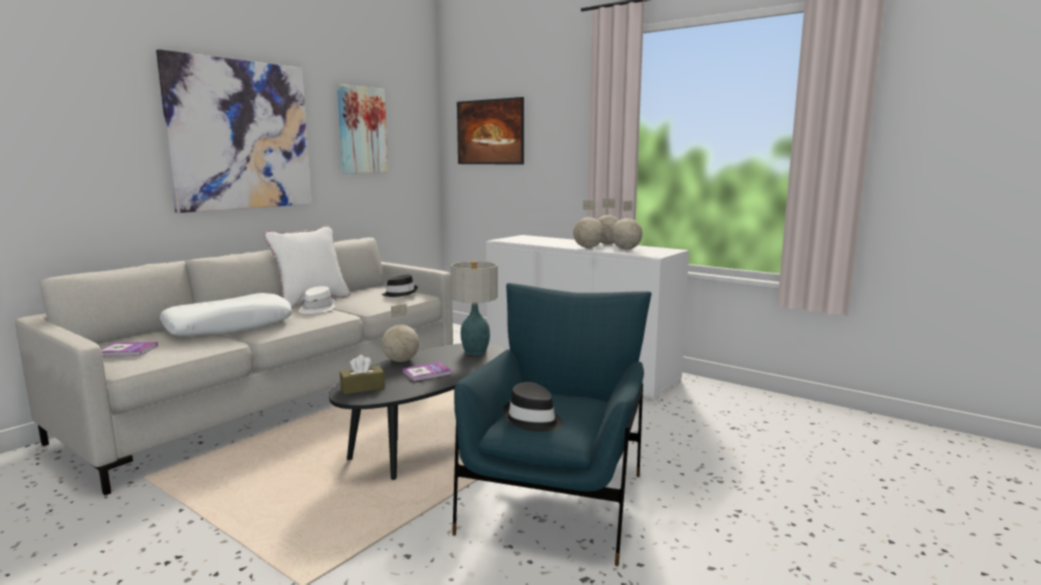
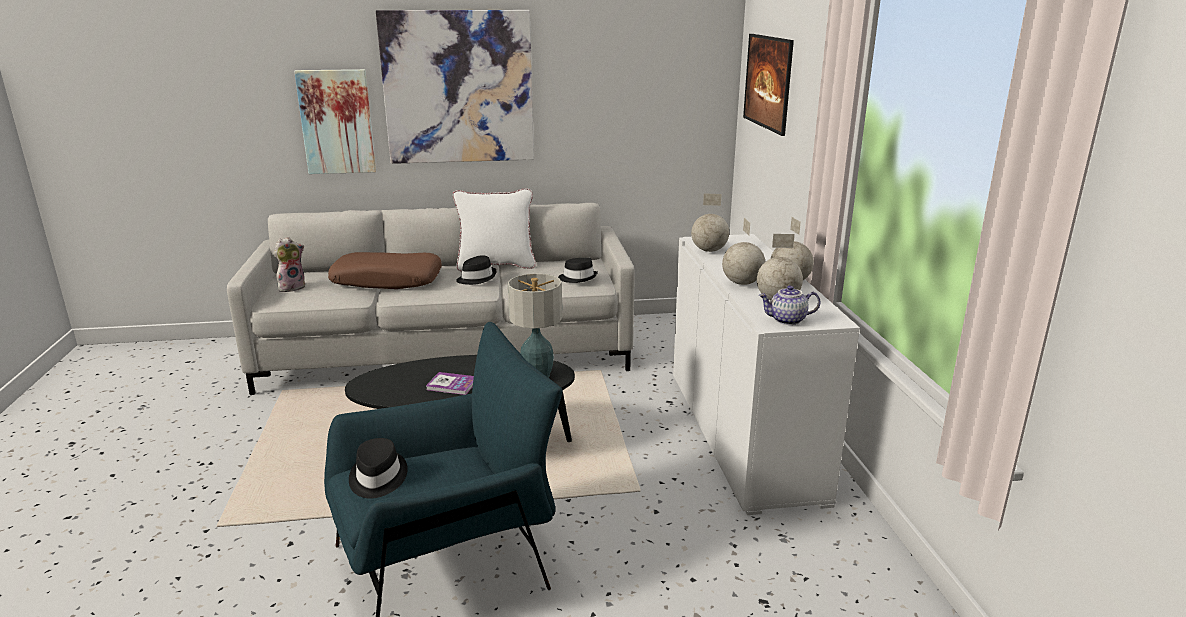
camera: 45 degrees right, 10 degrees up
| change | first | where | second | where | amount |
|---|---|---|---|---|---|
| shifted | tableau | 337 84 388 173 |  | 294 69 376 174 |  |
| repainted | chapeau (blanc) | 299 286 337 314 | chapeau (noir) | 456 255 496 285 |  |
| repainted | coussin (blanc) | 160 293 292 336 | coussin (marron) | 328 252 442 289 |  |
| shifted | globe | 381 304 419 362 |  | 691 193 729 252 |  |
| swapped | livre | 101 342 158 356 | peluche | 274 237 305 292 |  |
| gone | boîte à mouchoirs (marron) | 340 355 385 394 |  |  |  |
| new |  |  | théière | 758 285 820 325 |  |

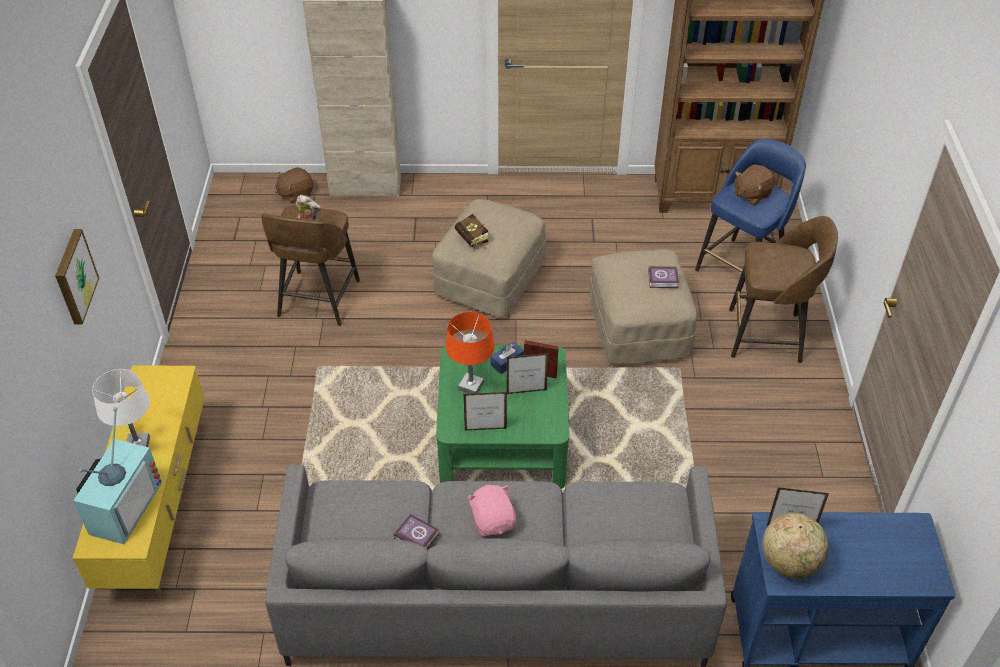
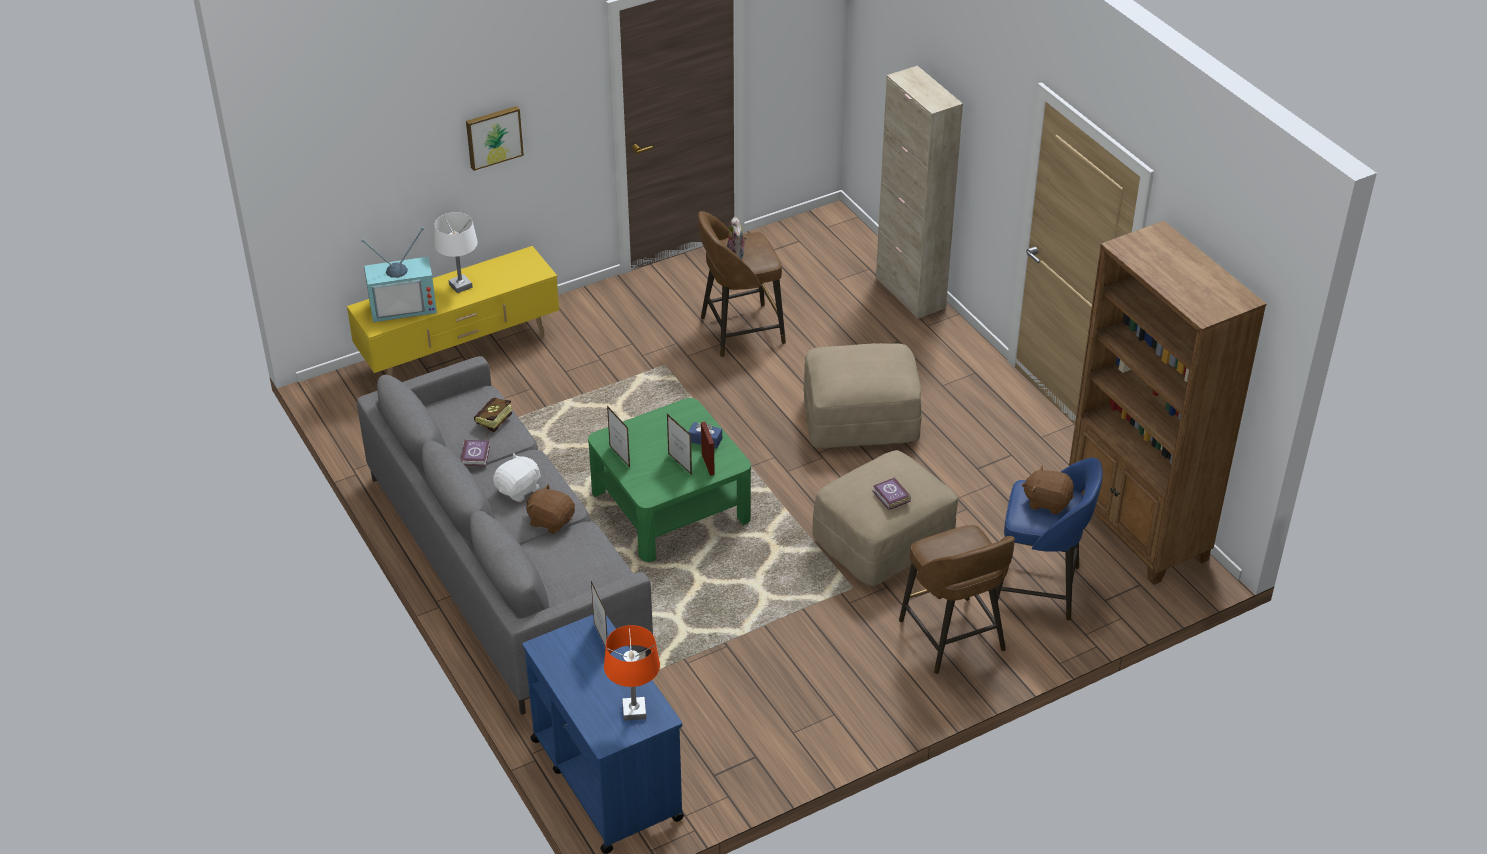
camera: 60 degrees right, 5 degrees down
| change | first | where | second | where | amount |
|---|---|---|---|---|---|
| shifted | peluche (marron) | 275 167 313 203 |  | 526 484 575 534 |  |
| shifted | livre | 455 214 488 250 |  | 474 398 512 438 |  |
| shifted | lampe de table (orange) | 446 312 495 394 |  | 604 625 660 721 |  |
| repainted | peluche (rose) | 467 485 516 536 | peluche (blanc) | 493 453 541 502 |  |
| gone | globe | 762 513 829 578 |  |  |  |

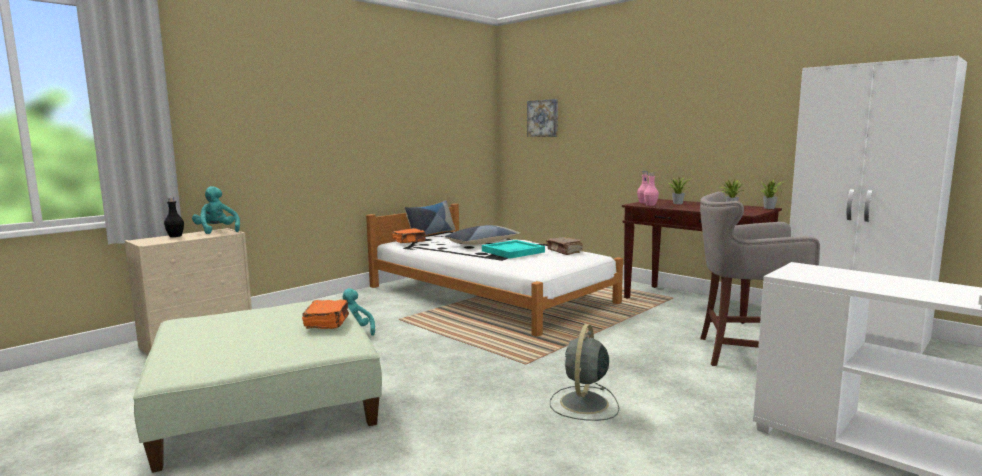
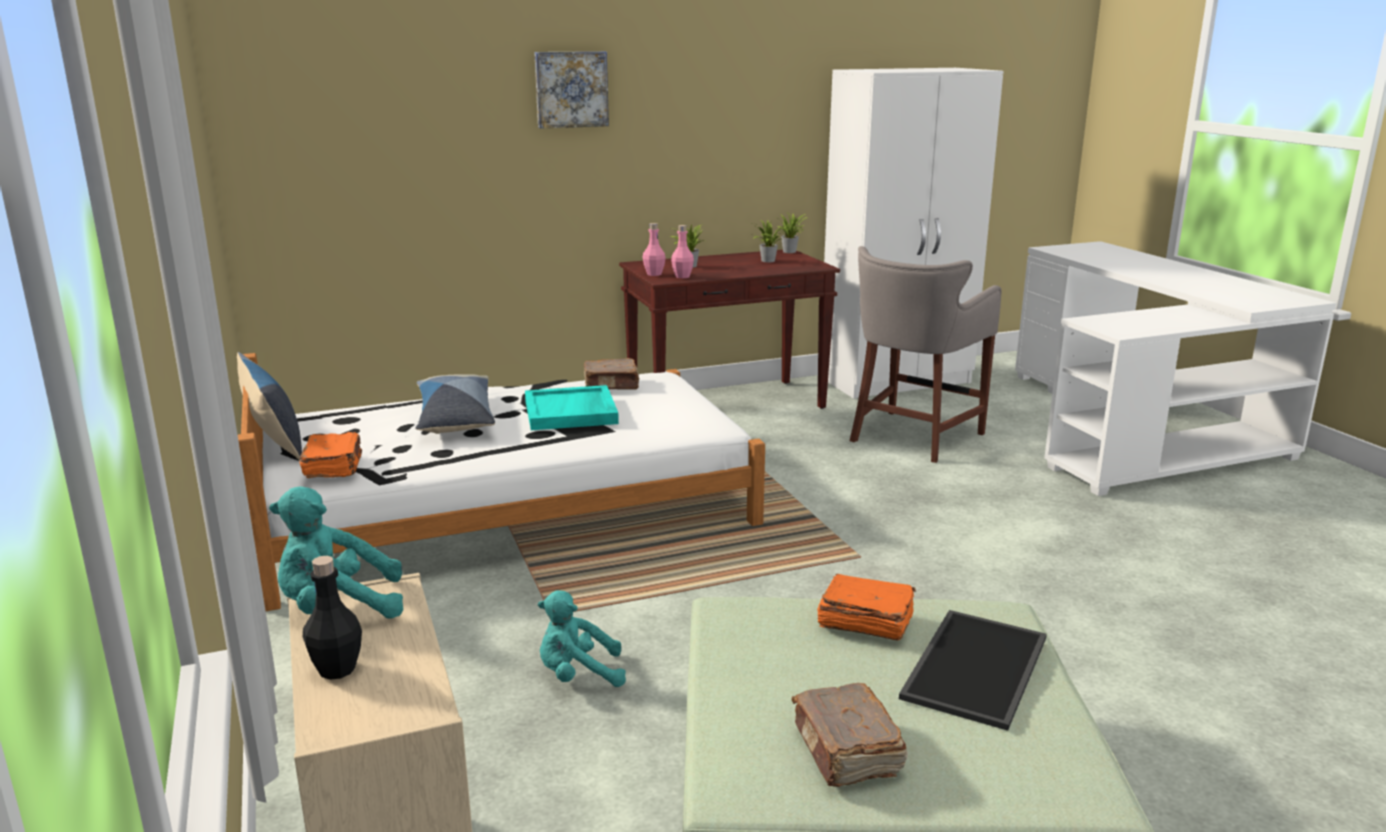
camera: 65 degrees left, 10 degrees up
| change | first | where | second | where | amount |
|---|---|---|---|---|---|
| shifted | tableau | 527 99 558 137 |  | 534 51 609 129 |  |
| gone | ventilateur (gris) | 550 324 619 421 |  |  |  |
| new |  |  | plateau | 899 610 1047 731 |  |
| new |  |  | livre (marron) | 792 683 908 787 |  |

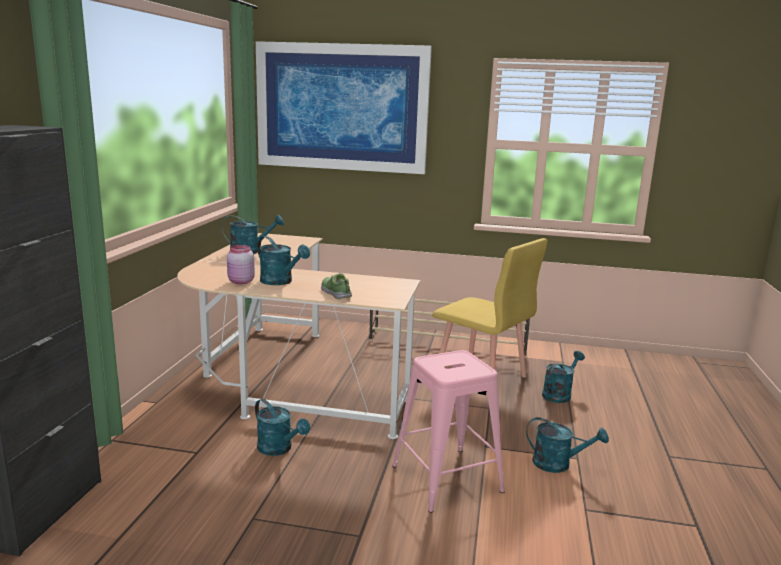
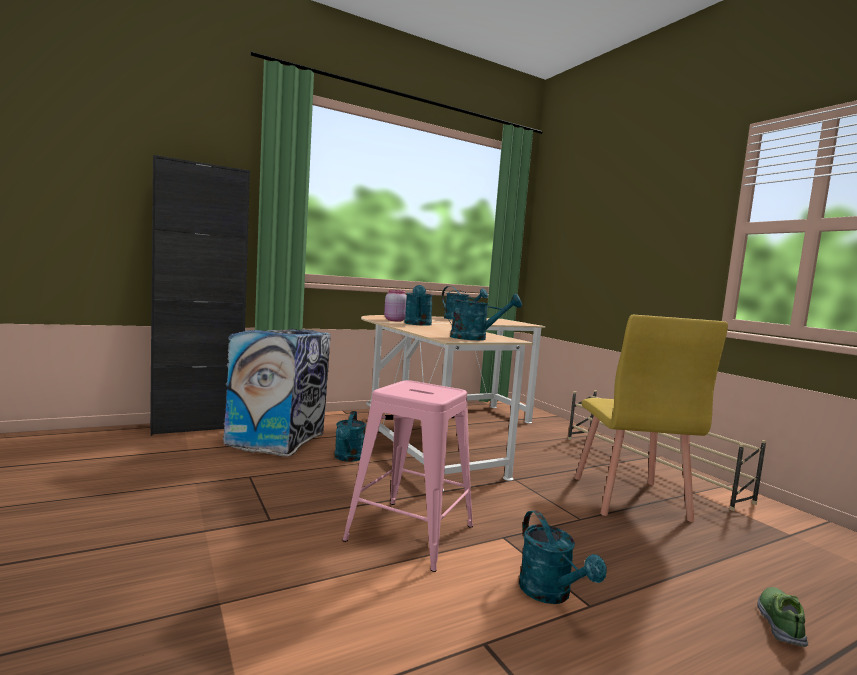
camera: 50 degrees right, 10 degrees down
| change | first | where | second | where | amount |
|---|---|---|---|---|---|
| gone | tableau | 256 41 432 174 |  |  |  |
| shifted | chaussure | 321 273 352 299 |  | 757 587 808 647 |  |
| shifted | arrosoir (turquoise) | 542 351 585 403 |  | 444 290 522 340 |  |
| new |  |  | poubelle | 223 329 331 457 |  |

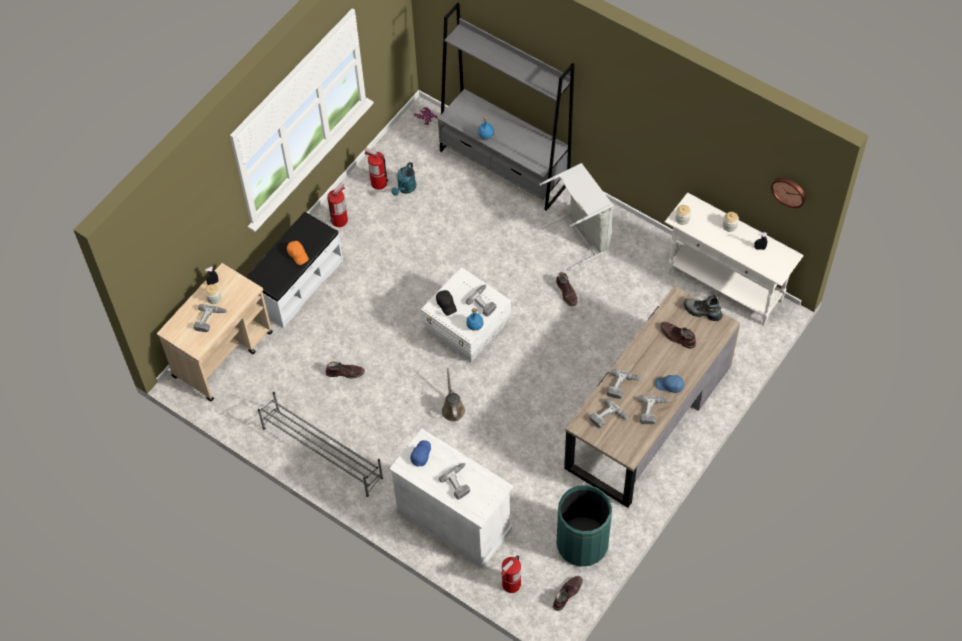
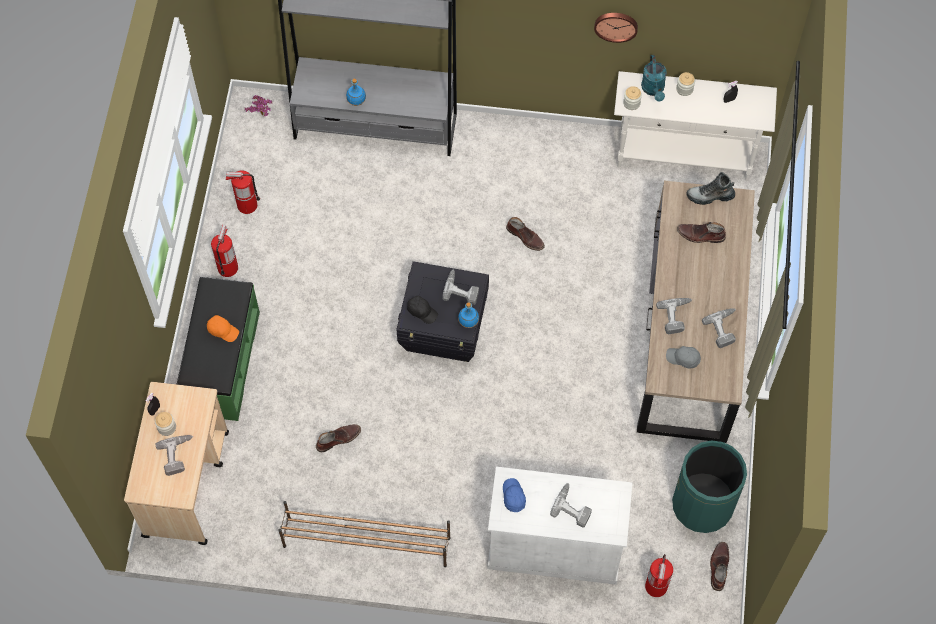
camera: 30 degrees left, 5 degrees up
| change | first | where | second | where | amount |
|---|---|---|---|---|---|
| shifted | arrosoir (turquoise) | 391 162 416 196 |  | 641 55 667 102 |  |
| gone | panier à linge (gris) | 539 163 614 270 |  |  |  |
| shifted | horloge murale | 771 178 806 208 |  | 594 13 638 43 |  |
| repainted | banc (blanc) | 245 212 343 328 | banc (vert) | 177 277 260 421 |  |
| repainted | boîte de rangement (blanc) | 421 267 511 362 | boîte de rangement (noir) | 396 261 489 362 |  |
| gone | arrosoir (marron) | 442 368 465 421 |  |  |  |
| gone | casquette (bleu) | 655 375 685 393 |  |  |  |
| repainted | étagère à chaussures (gris) | 258 392 383 497 | étagère à chaussures (marron) | 278 501 451 567 |  |
| swapped | perceuse | 589 398 628 428 | casquette (gris) | 666 346 701 369 |  |

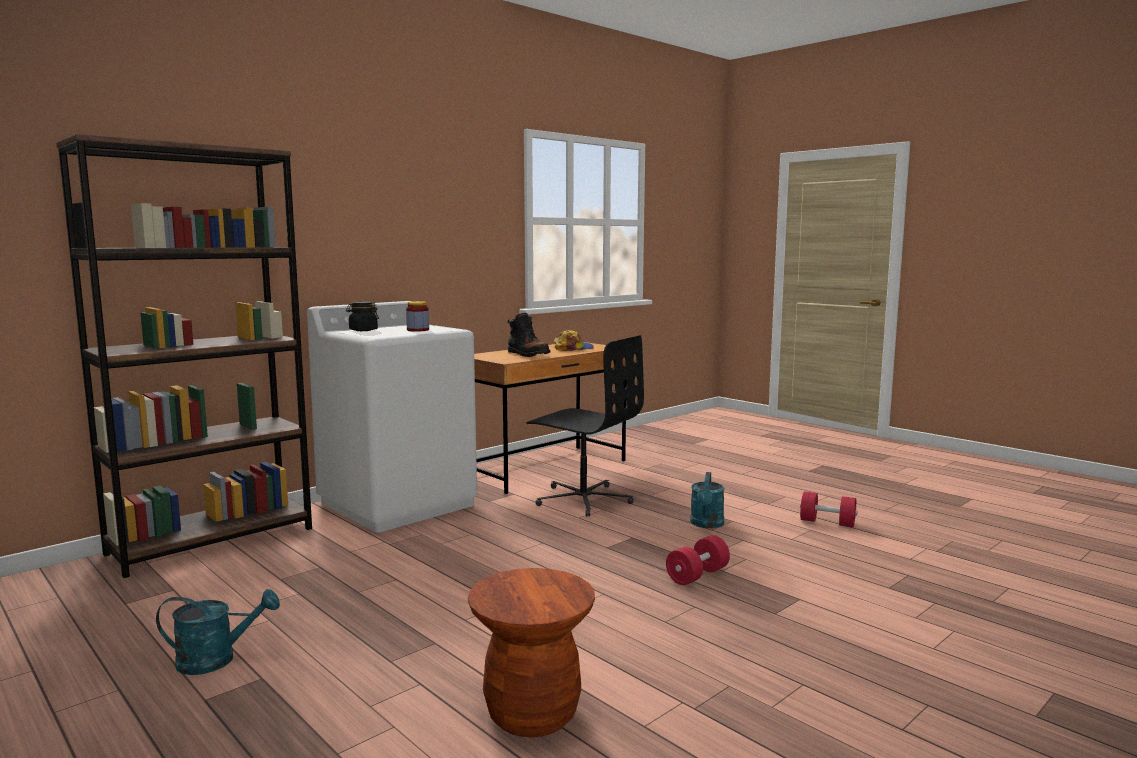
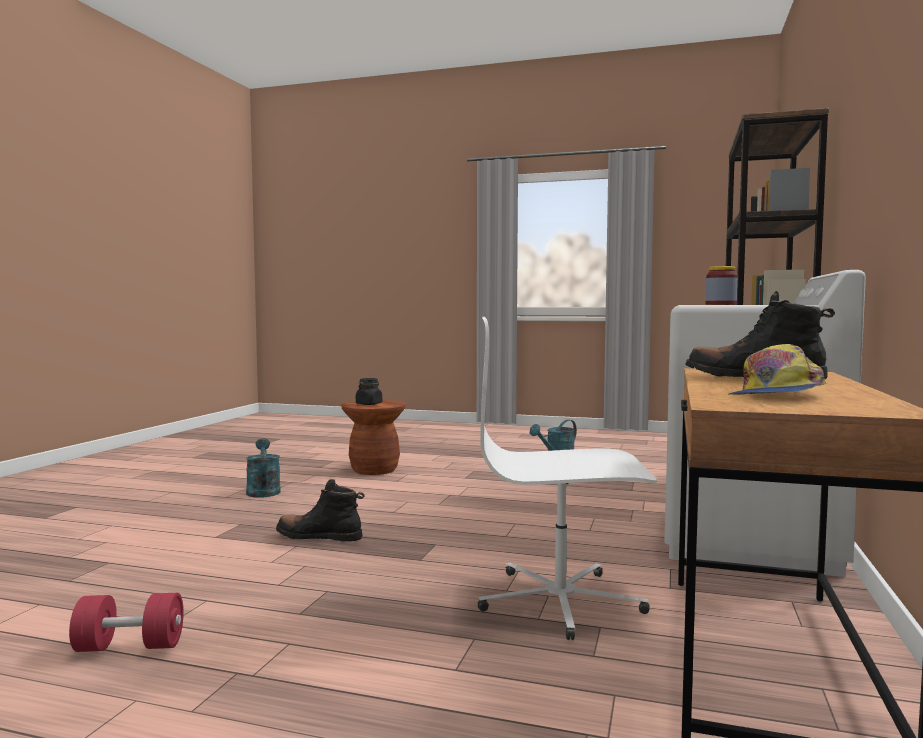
camera: 150 degrees right, 5 degrees down
| change | first | where | second | where | amount |
|---|---|---|---|---|---|
| shifted | bocal (noir) | 346 301 379 331 |  | 356 378 382 405 |  |
| repainted | chaise de bureau (noir) | 526 335 644 516 | chaise de bureau (blanc) | 478 317 657 640 |  |
| shifted | arrosoir (turquoise) | 690 472 725 528 |  | 246 438 281 498 |  |
| swapped | haltère (rouge) | 666 535 730 585 | botte (noir) | 276 479 365 542 |  |

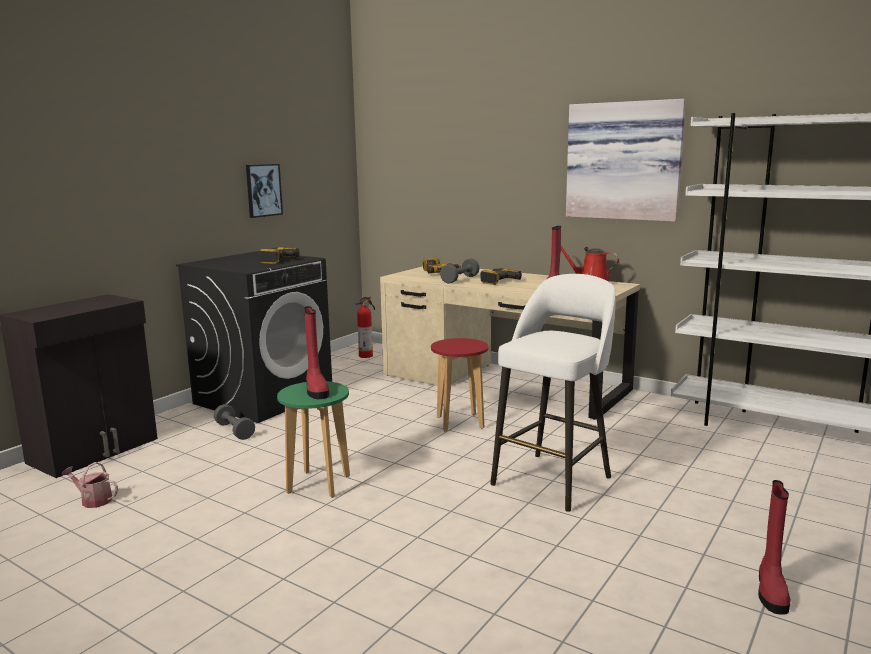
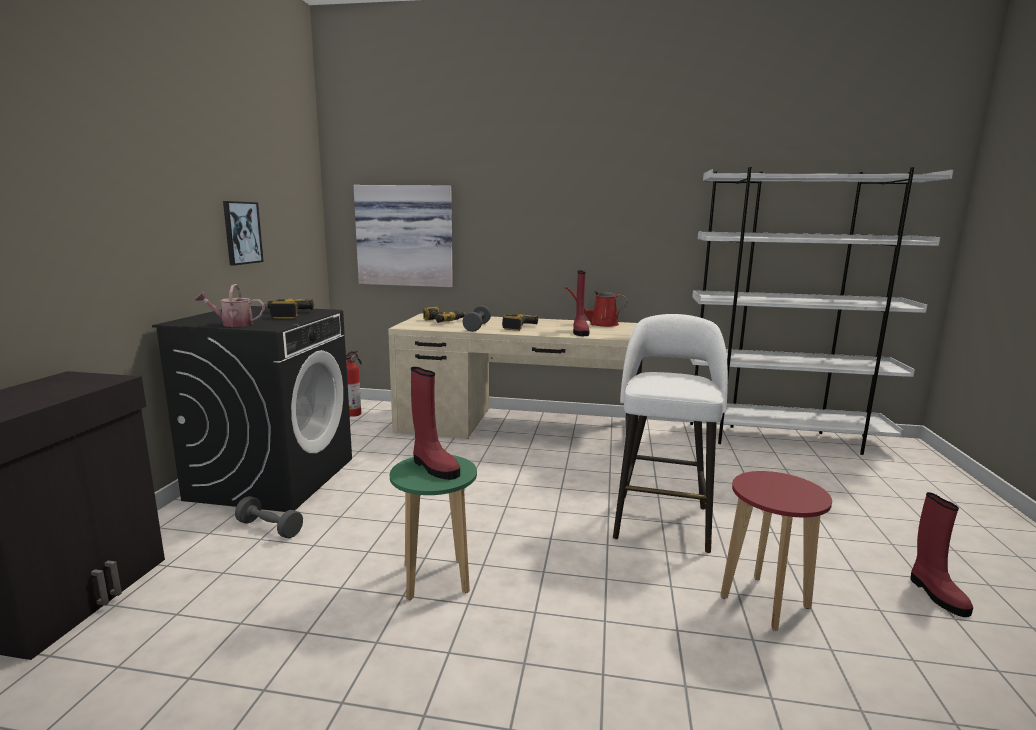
camera: 25 degrees left, 0 degrees up
| change | first | where | second | where | amount |
|---|---|---|---|---|---|
| shifted | tableau | 566 99 686 222 |  | 354 185 453 287 |  |
| shifted | tabouret (rouge) | 431 338 489 432 |  | 720 471 832 631 |  |
| shifted | arrosoir | 61 462 118 508 |  | 196 284 265 327 |  |

